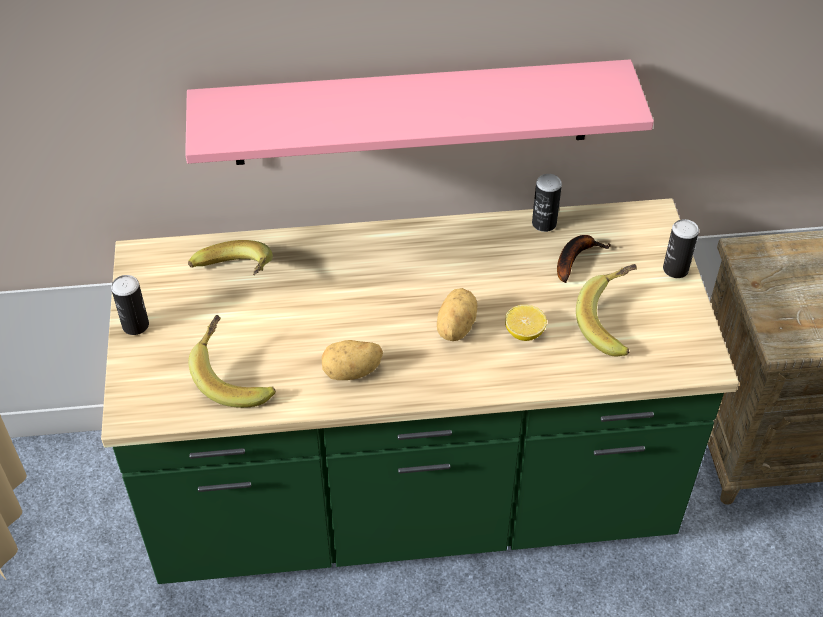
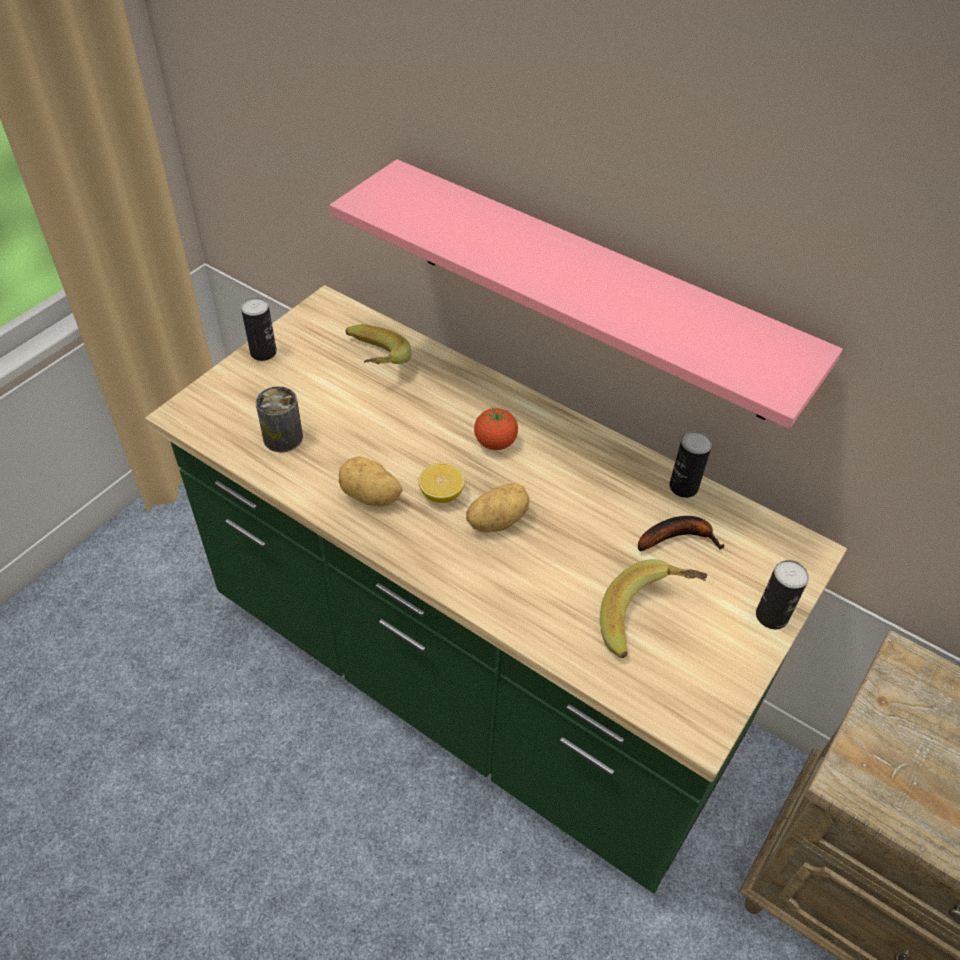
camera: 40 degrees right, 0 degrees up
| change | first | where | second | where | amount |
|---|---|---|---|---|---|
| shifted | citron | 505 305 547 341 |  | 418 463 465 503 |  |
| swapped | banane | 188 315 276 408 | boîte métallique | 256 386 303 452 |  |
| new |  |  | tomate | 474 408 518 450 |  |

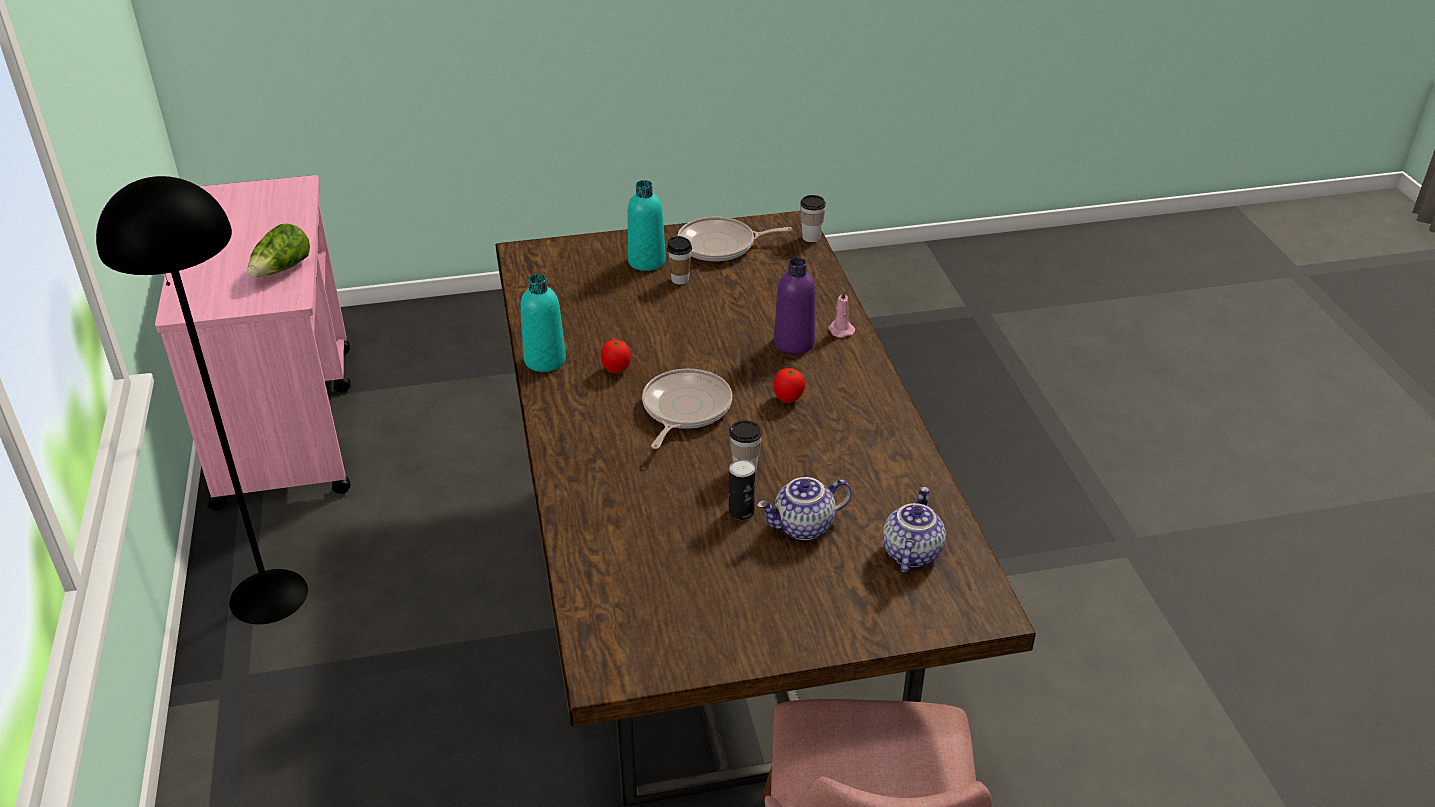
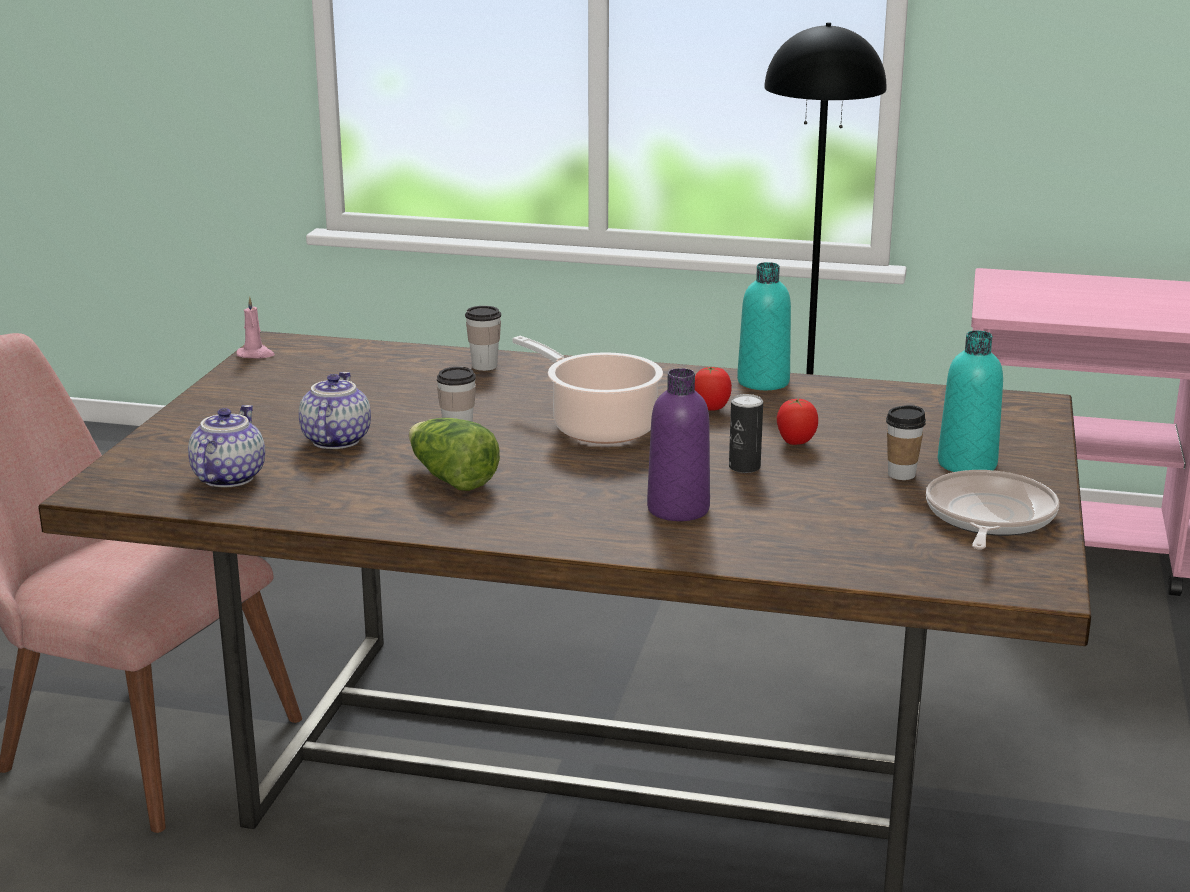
camera: 115 degrees right, 15 degrees down
| change | first | where | second | where | amount |
|---|---|---|---|---|---|
| shifted | tasse | 800 195 826 242 |  | 465 306 501 371 |  |
| shifted | laitue | 248 224 310 277 |  | 409 418 500 491 |  |
| shifted | bougie (rose) | 828 290 855 338 |  | 236 296 275 359 |  |
| shifted | tomate | 774 368 806 403 |  | 777 399 818 445 |  |
| swapped | poêle | 642 369 732 449 | marmite | 512 336 663 444 |  |
| shifted | boîte métallique | 729 459 755 520 |  | 729 394 763 473 |  |
| rotated | théière | 883 487 946 572 |  | 188 405 265 488 | 120 degrees counterclockwise |

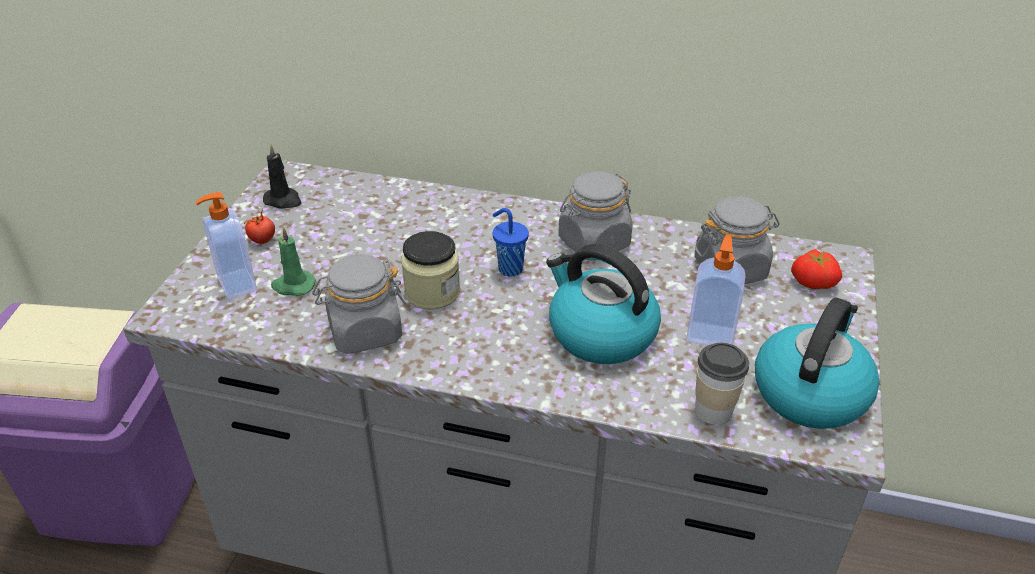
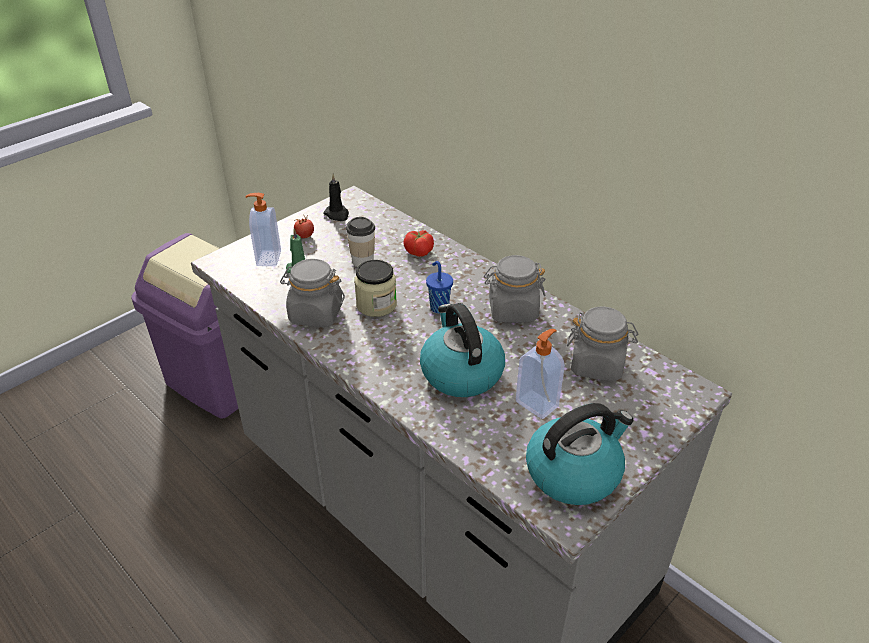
camera: 30 degrees right, 0 degrees up
| change | first | where | second | where | amount |
|---|---|---|---|---|---|
| shifted | tomate | 791 249 842 289 |  | 403 230 434 257 |  |
| shifted | tasse | 695 343 749 425 |  | 346 217 375 267 |  |

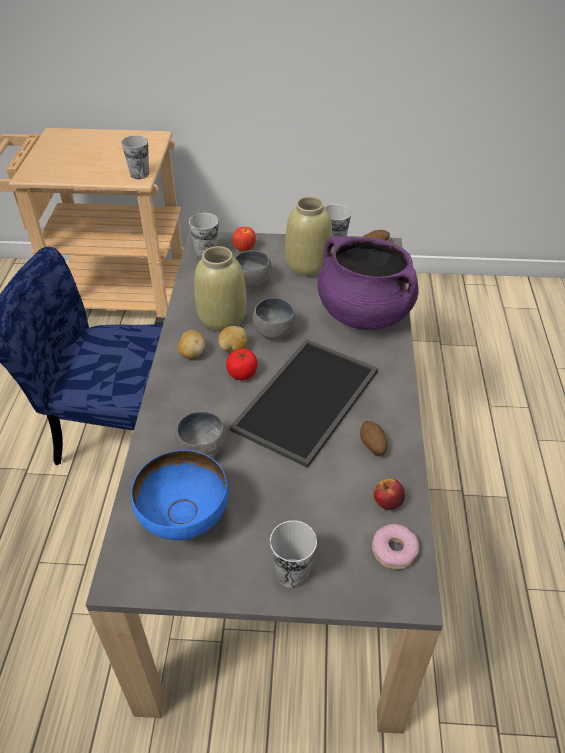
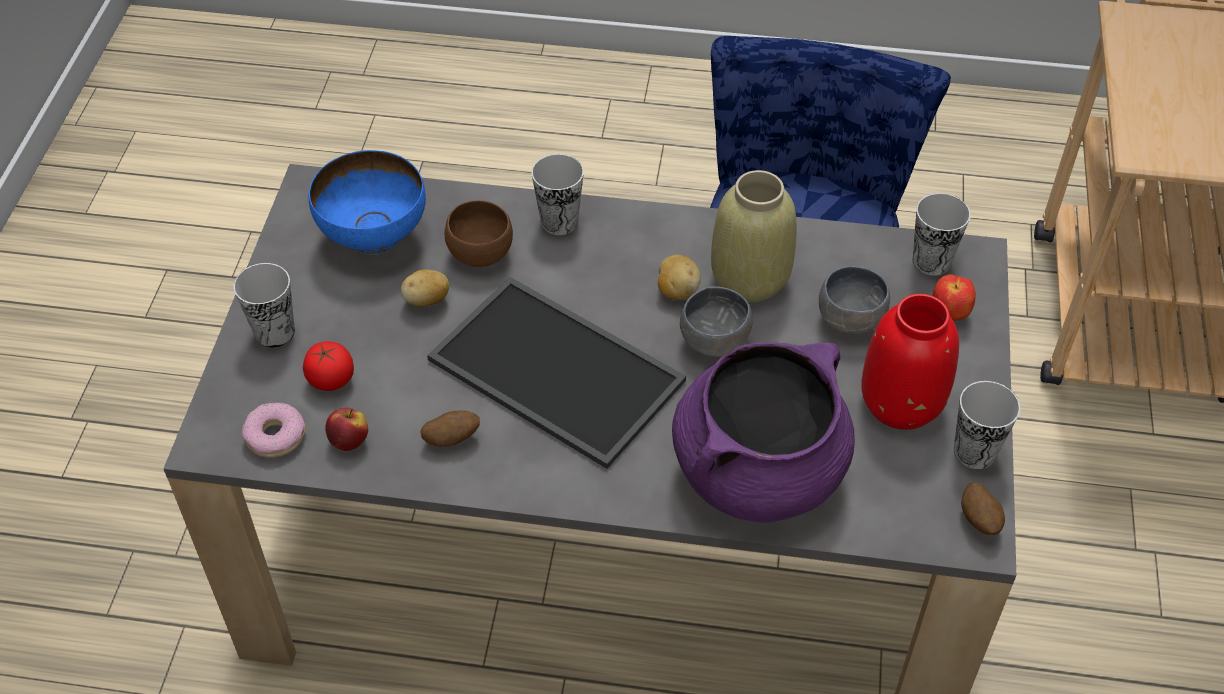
camera: 95 degrees right, 5 degrees up
| change | first | where | second | where | amount |
|---|---|---|---|---|---|
| shifted | tasse | 121 135 149 179 |  | 531 154 584 235 |  |
| repainted | vase (beige) | 285 196 332 277 | vase (rouge) | 861 294 959 430 |  |
| shifted | pomme de terre | 178 330 206 359 |  | 401 269 449 307 |  |
| shifted | tomate | 226 349 258 380 |  | 303 341 354 391 |  |
| repainted | bol (gris) | 175 411 226 458 | bol (marron) | 445 200 513 267 |  |

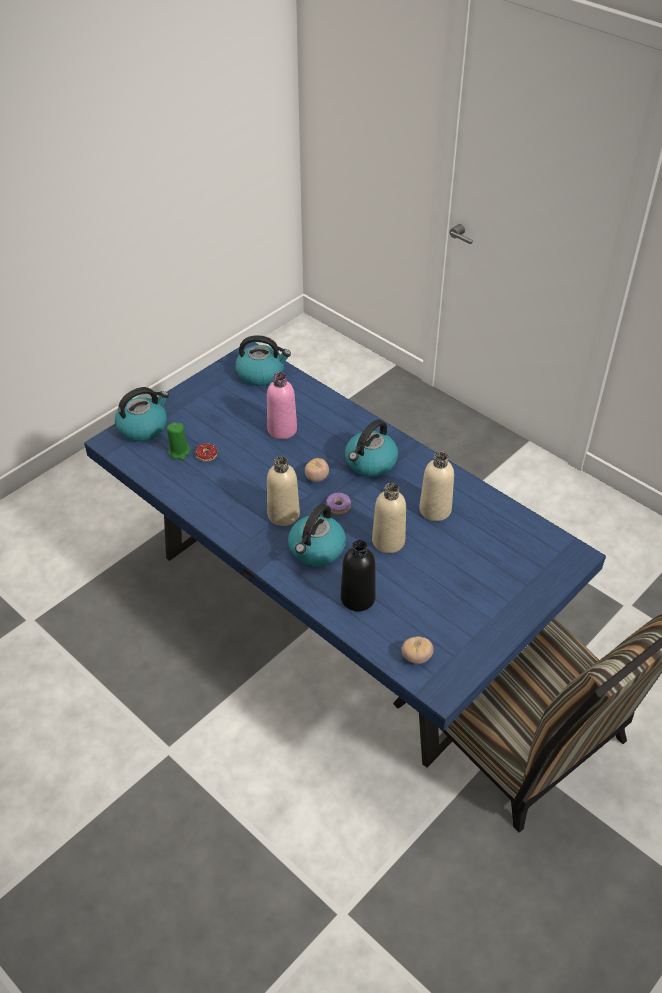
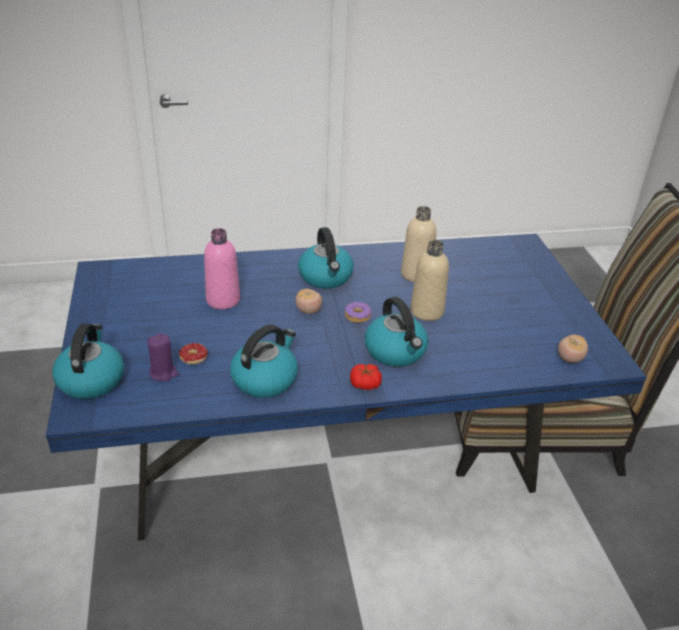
camera: 55 degrees left, 10 degrees down
| change | first | where | second | where | amount |
|---|---|---|---|---|---|
| shifted | bouilloire | 236 335 291 386 |  | 230 325 298 398 |  |
| repainted | bougie (vert) | 167 422 190 460 | bougie (violet) | 148 333 179 382 |  |
| gone | bouteille (beige) | 267 456 300 526 |  |  |  |
| gone | bouteille (noir) | 341 540 376 612 |  |  |  |
| new |  |  | tomate | 350 364 382 390 |  |

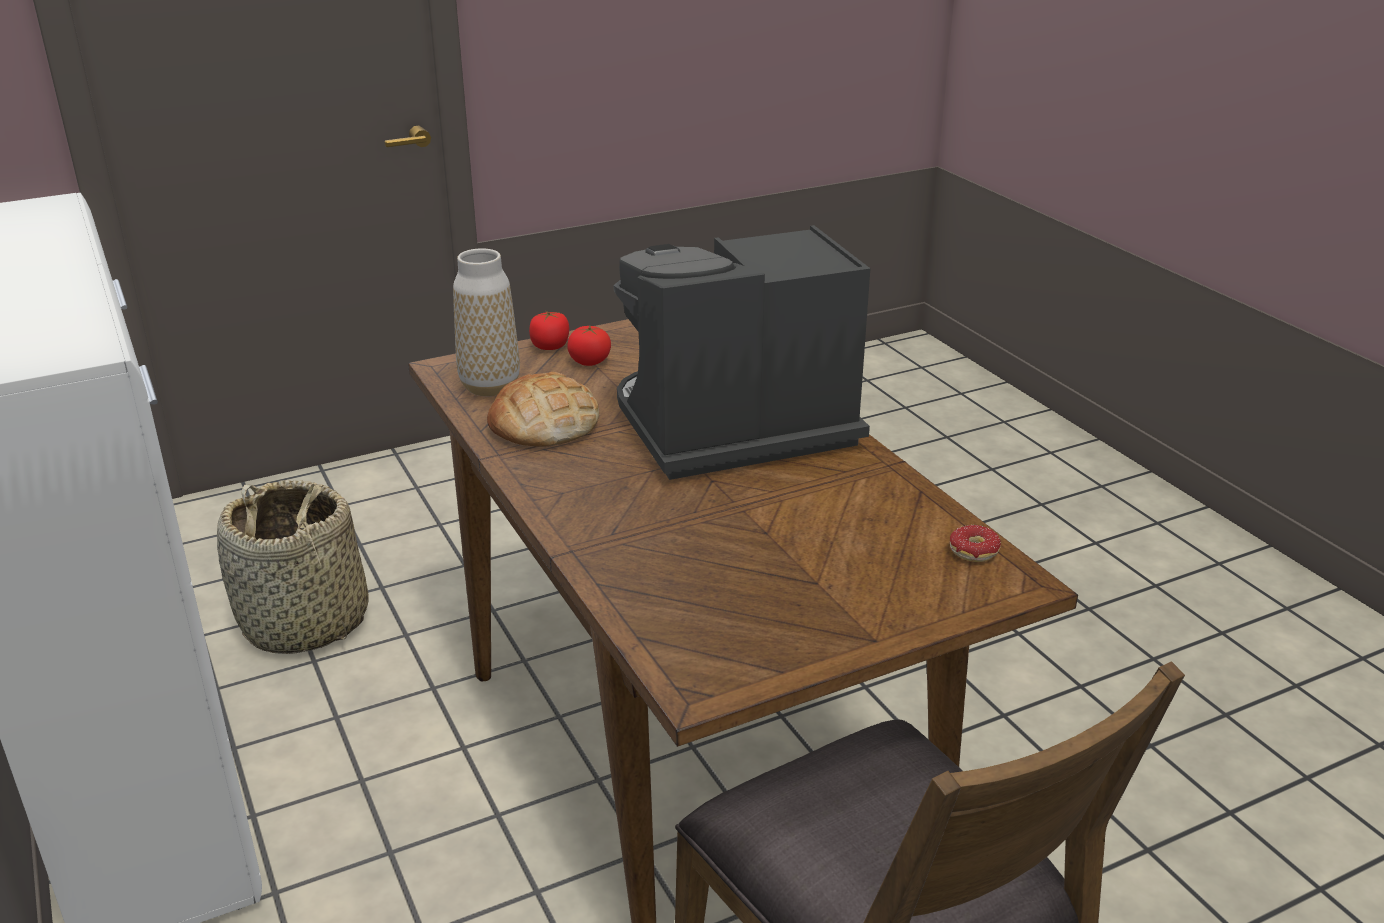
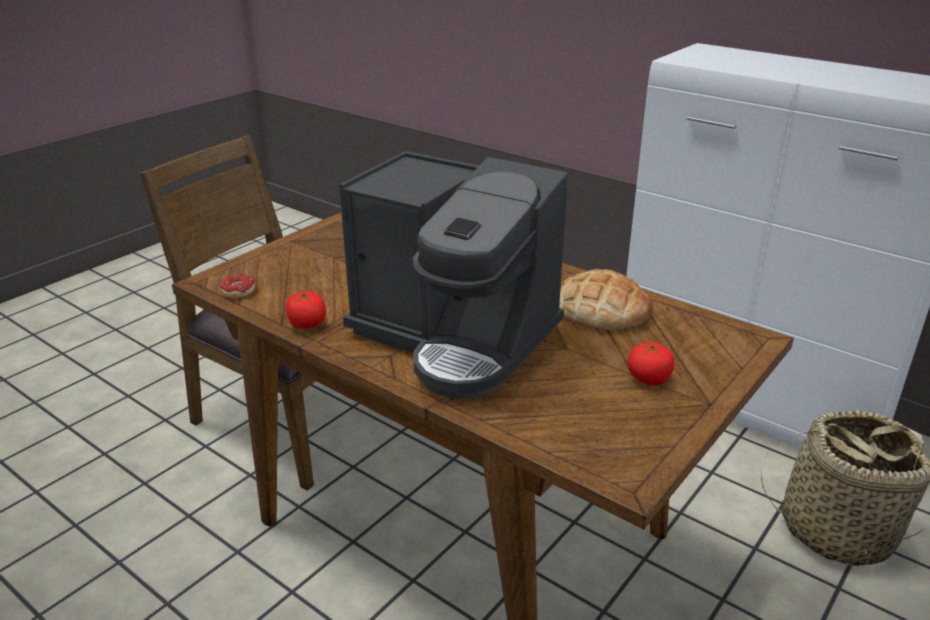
camera: 155 degrees right, 0 degrees up
| change | first | where | second | where | amount |
|---|---|---|---|---|---|
| rotated | machine à café | 614 225 870 480 |  | 339 151 568 399 | 75 degrees clockwise |
| gone | vase | 453 248 520 396 |  |  |  |
| shifted | tomate | 529 311 569 350 |  | 286 291 326 329 |  |

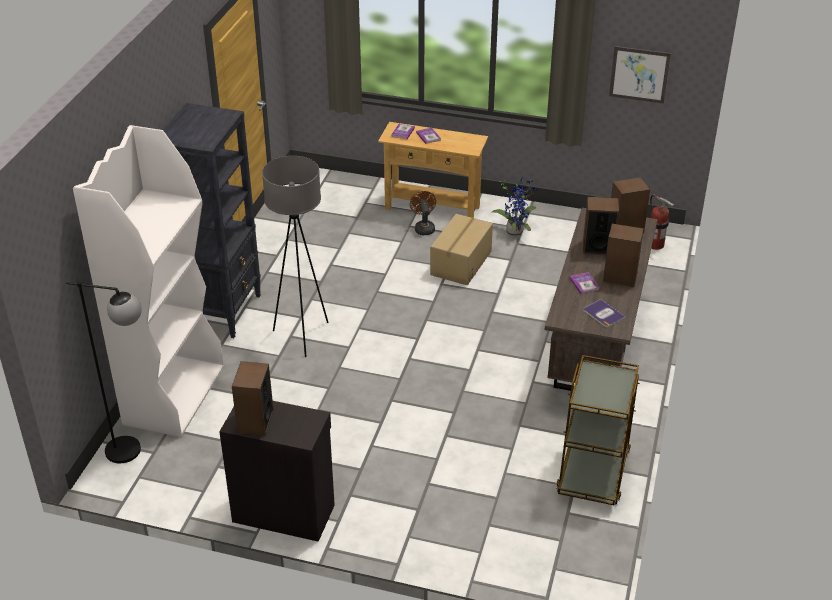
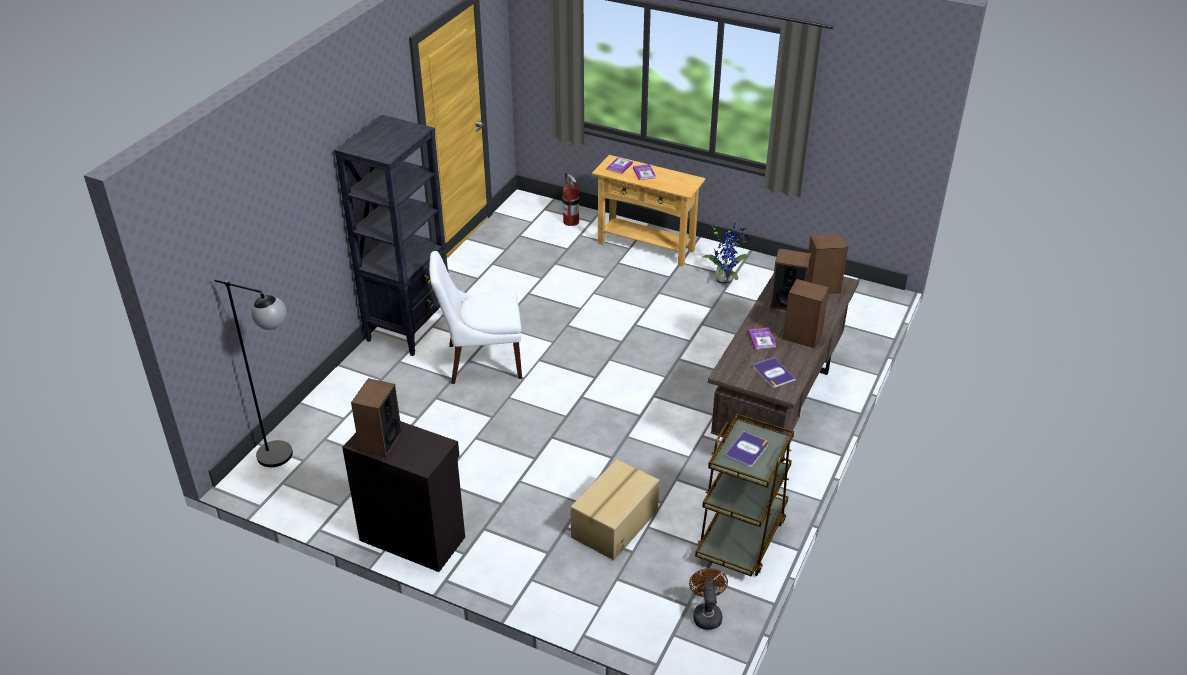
camera: 10 degrees right, 0 degrees up
| change | first | where | second | where | amount |
|---|---|---|---|---|---|
| gone | tableau | 609 46 671 104 |  |  |  |
| gone | bibliothèque (blanc) | 73 125 224 437 |  |  |  |
| swapped | lampadaire (gris) | 262 156 329 357 | chaise (blanc) | 429 251 522 384 |  |
| shifted | ventilateur (marron) | 410 191 436 235 |  | 689 568 728 630 |  |
| shifted | extincteur | 650 194 674 250 |  | 562 172 580 226 |  |
| shifted | carton | 430 214 493 285 |  | 570 459 660 560 |  |
| new |  |  | livre | 725 432 768 467 |  |

